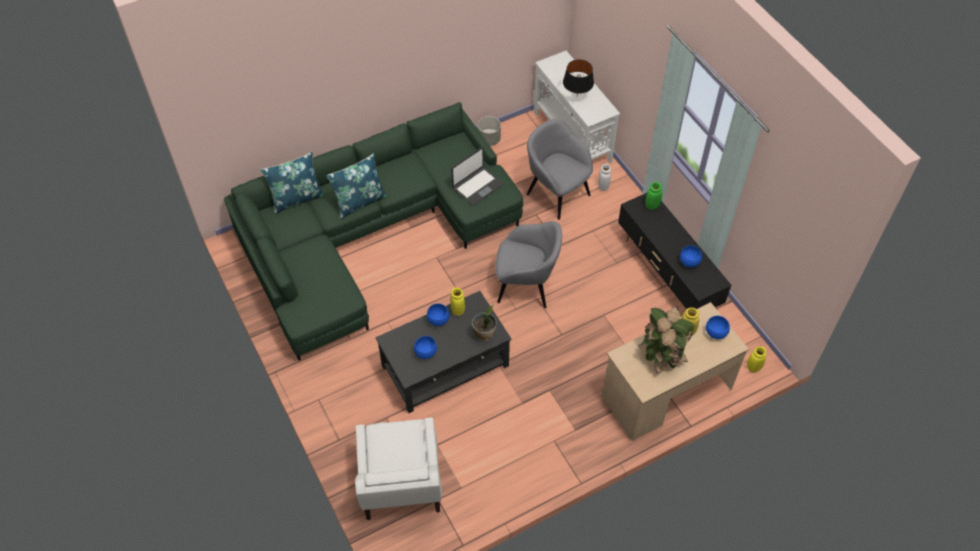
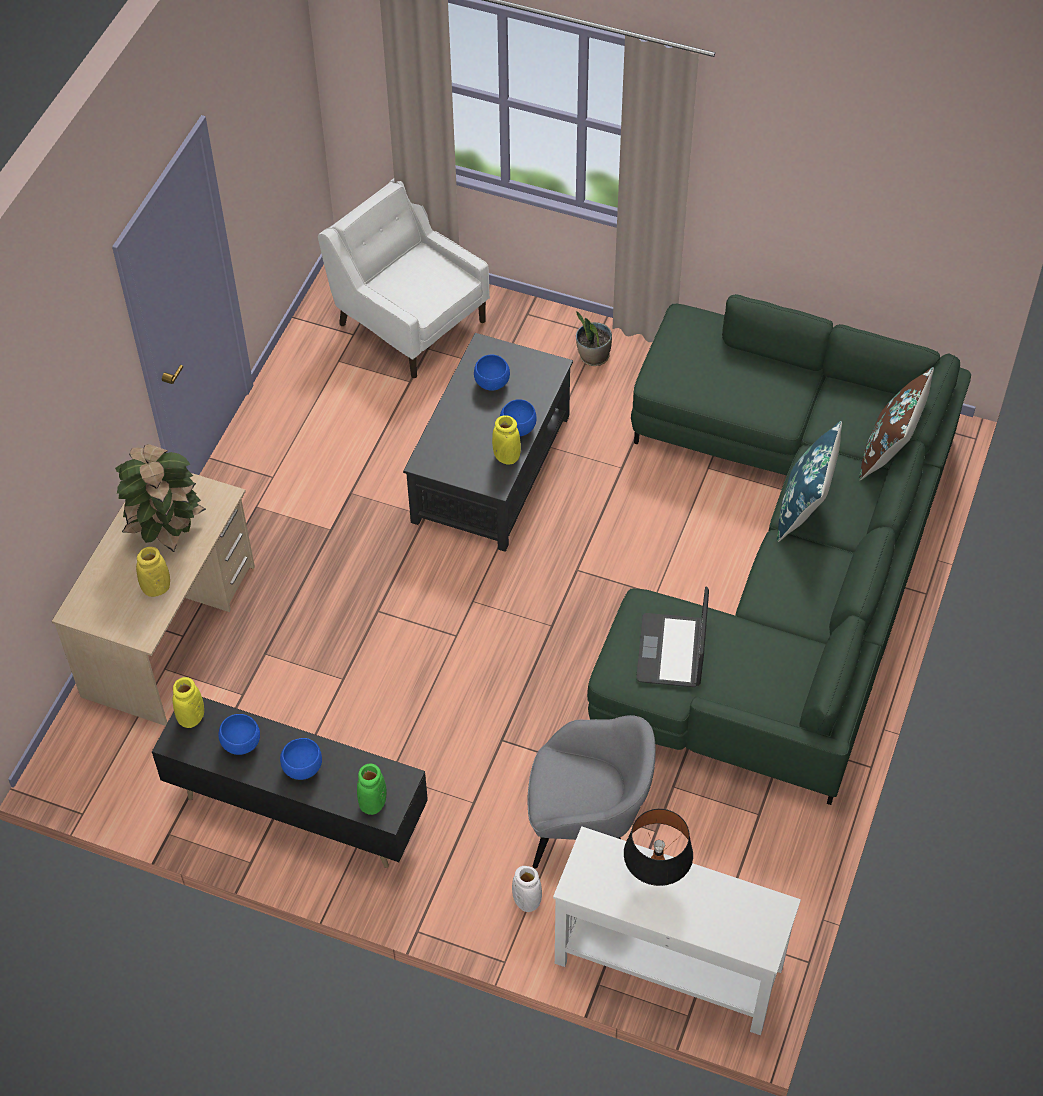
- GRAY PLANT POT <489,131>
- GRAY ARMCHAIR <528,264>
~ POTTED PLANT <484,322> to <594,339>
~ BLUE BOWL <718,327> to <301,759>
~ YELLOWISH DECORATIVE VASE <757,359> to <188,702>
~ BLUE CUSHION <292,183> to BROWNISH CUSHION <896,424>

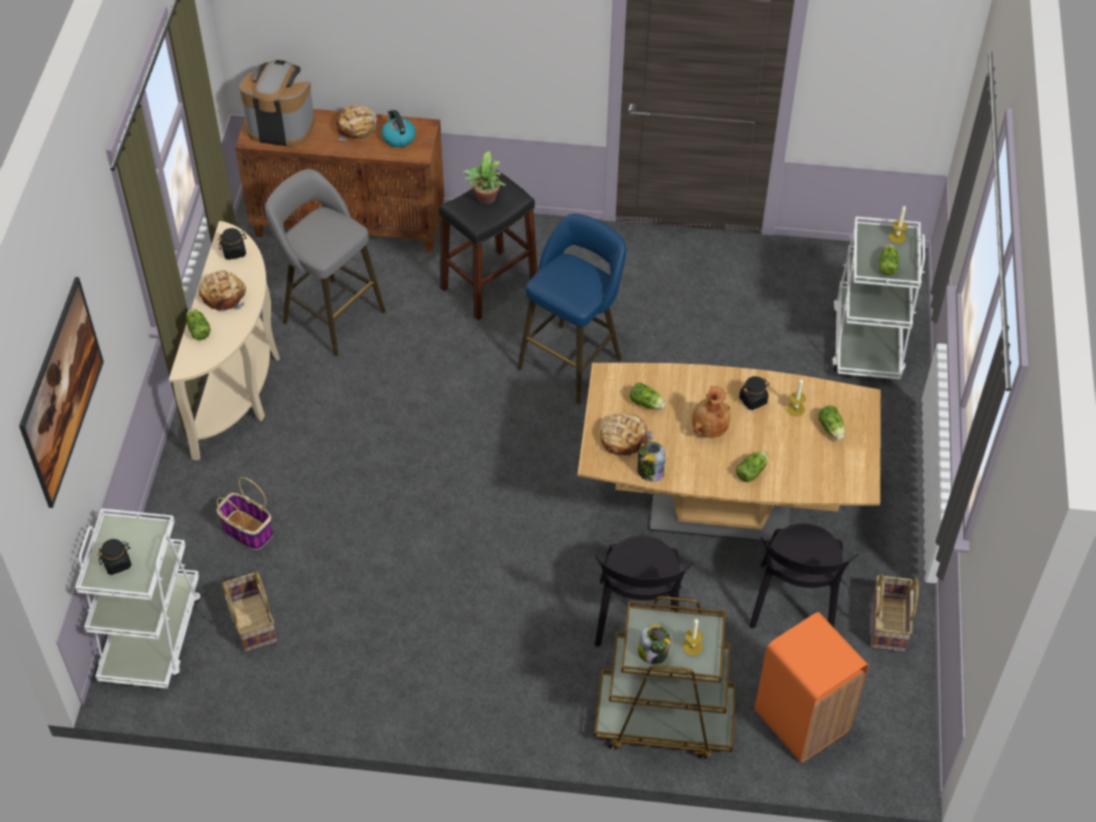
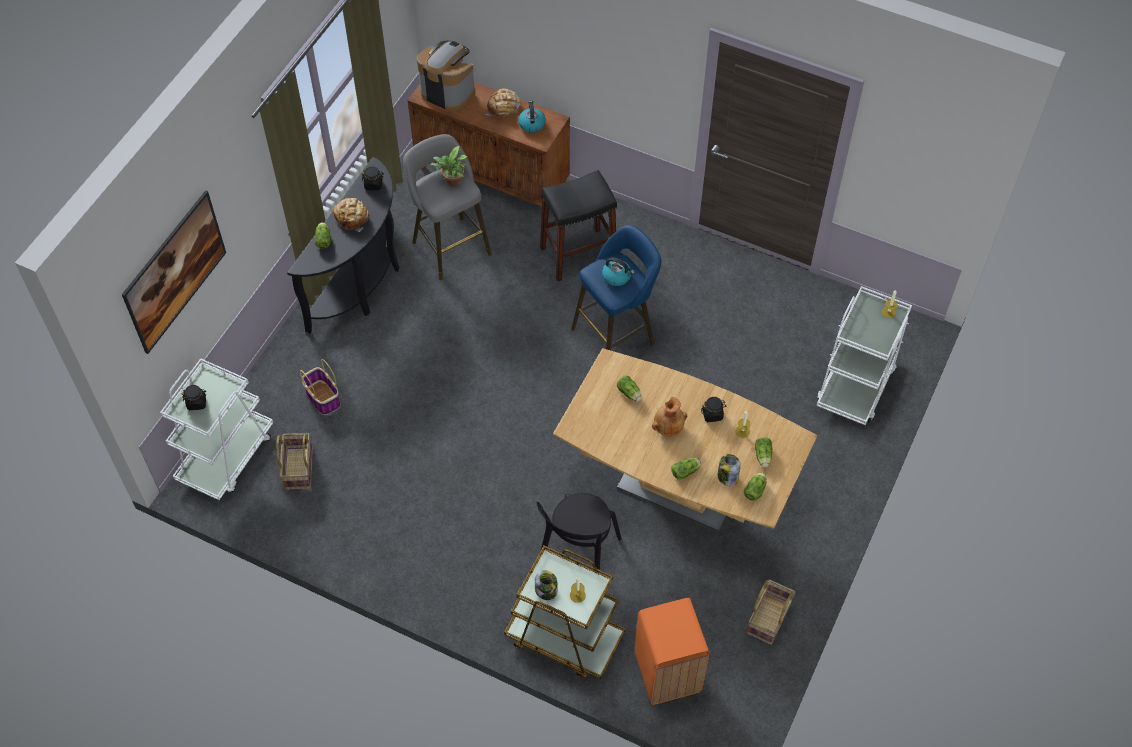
- BAKERY BREAD <627,434>
- BLACKISH PLAIN CHAIR <803,575>
+ KETTLE <618,271>
~ POTTED PLANT <484,178> to <448,166>
~ STORAGE JAR <651,462> to <729,470>
~ LETTUCE <889,260> to <755,486>
~ SAND-COLOURED NARROW TABLE <224,340> to BLACKISH NARROW TABLE <343,245>

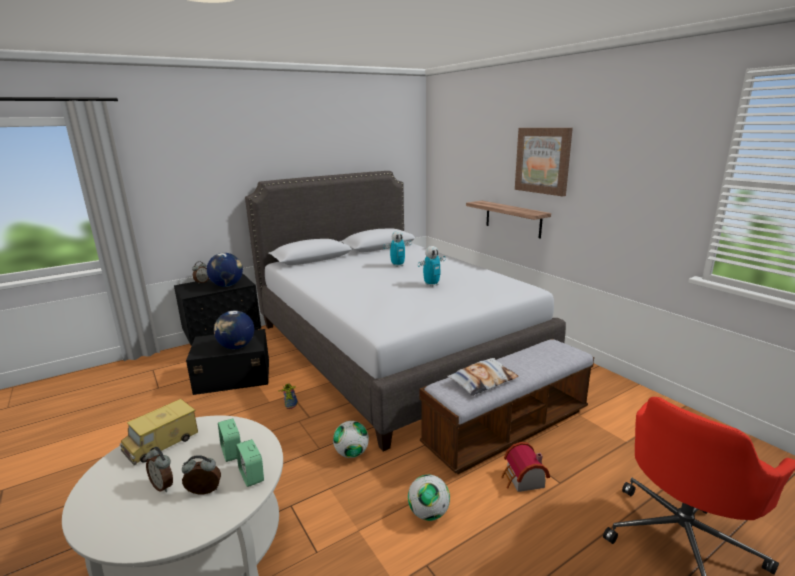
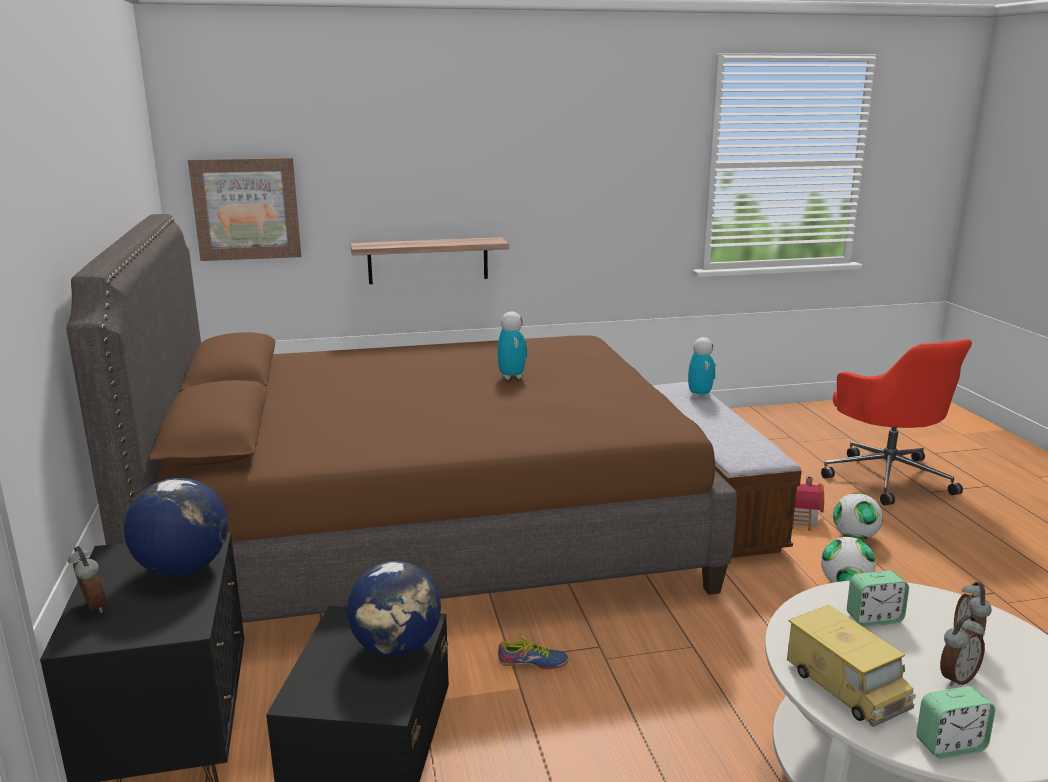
- CUSHION <482,377>
~ ALARM CLOCK <250,463> to <956,722>
~ FOOTBALL BALL <351,439> to <858,516>
~ ROBOT FIGURE <397,249> to <701,367>
~ WALL ART <544,162> to <244,209>
~ GRAY BED <405,311> to BROWNISH BED <401,418>

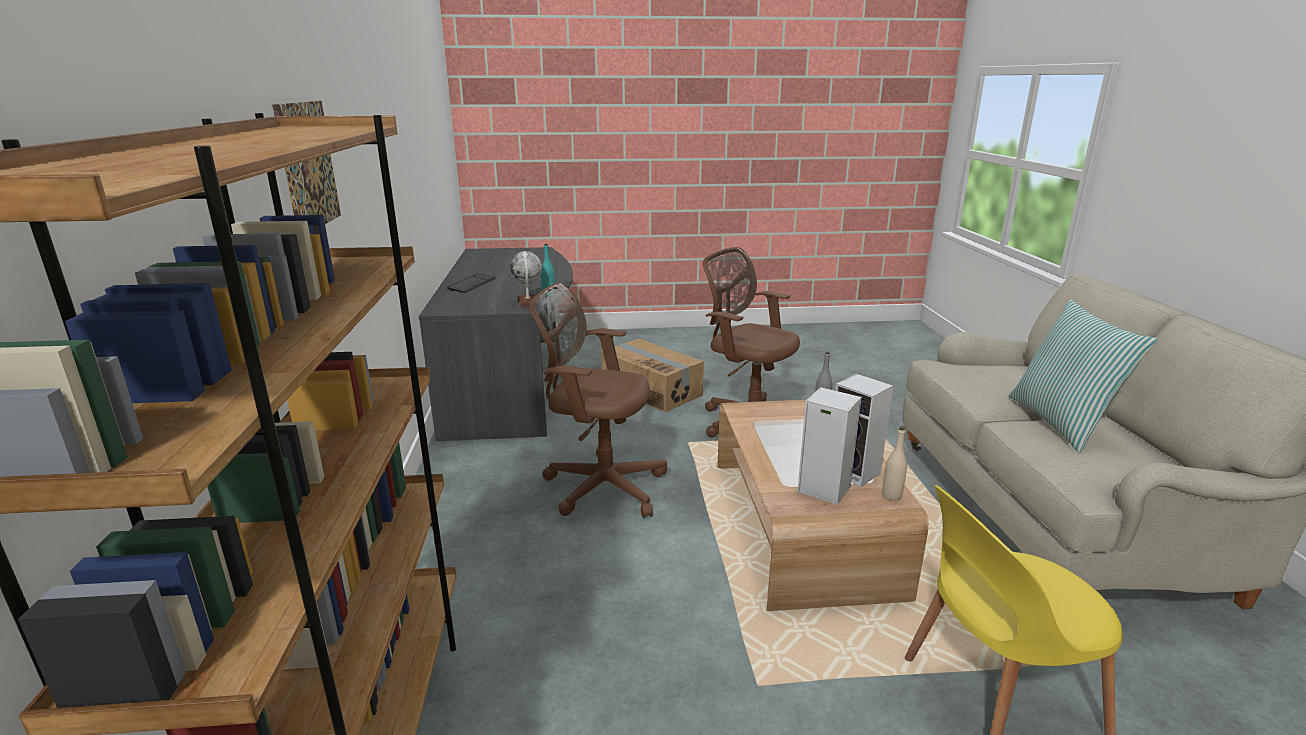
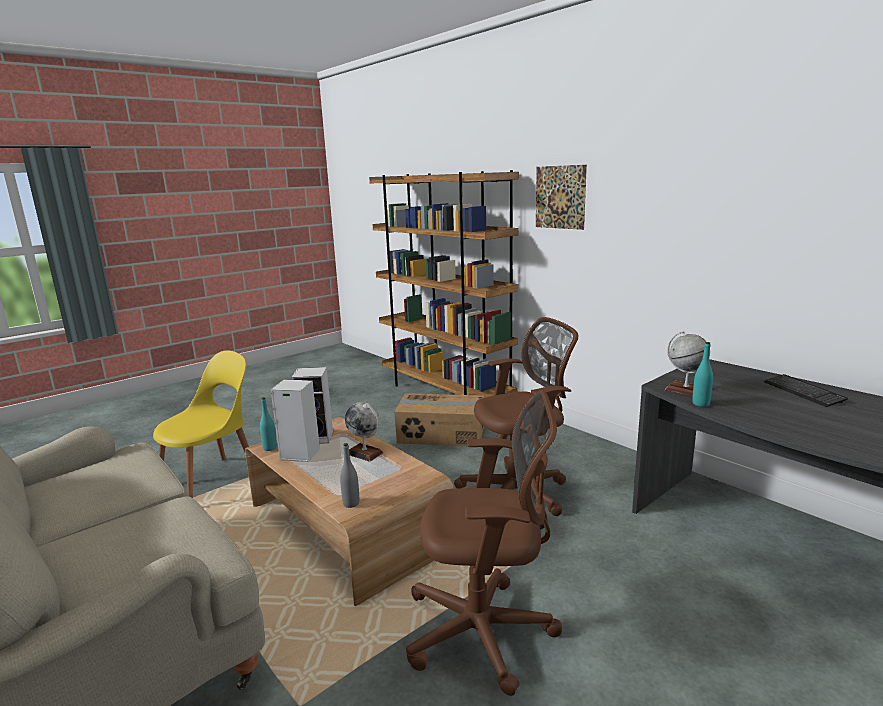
- CUSHION <1083,376>
+ WORLD GLOBE <364,432>
~ CARTON <652,375> to <439,419>
~ SAND-COLOURED BEVERAGE BOTTLE <894,464> to TURQUOISE-COLOURED BEVERAGE BOTTLE <268,424>

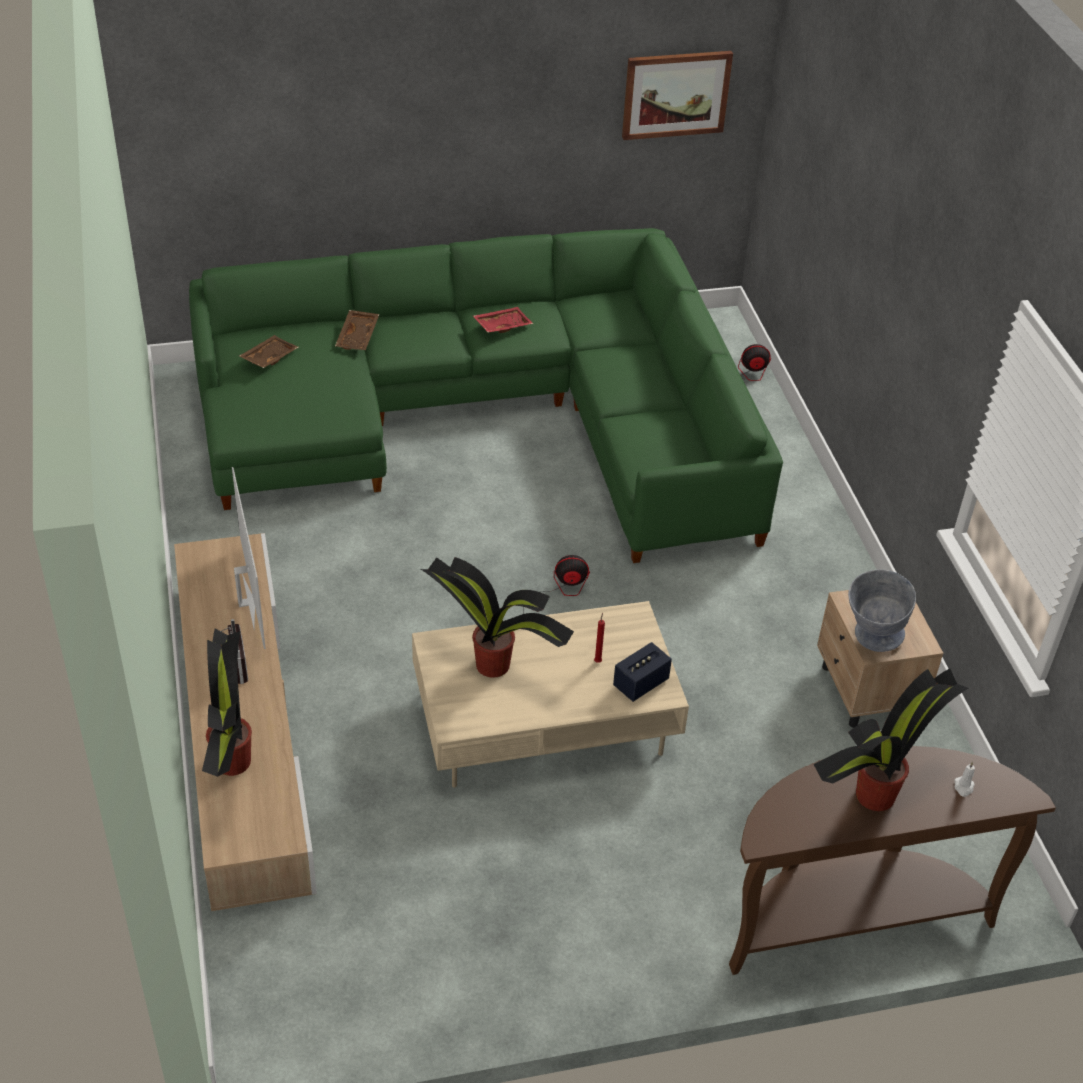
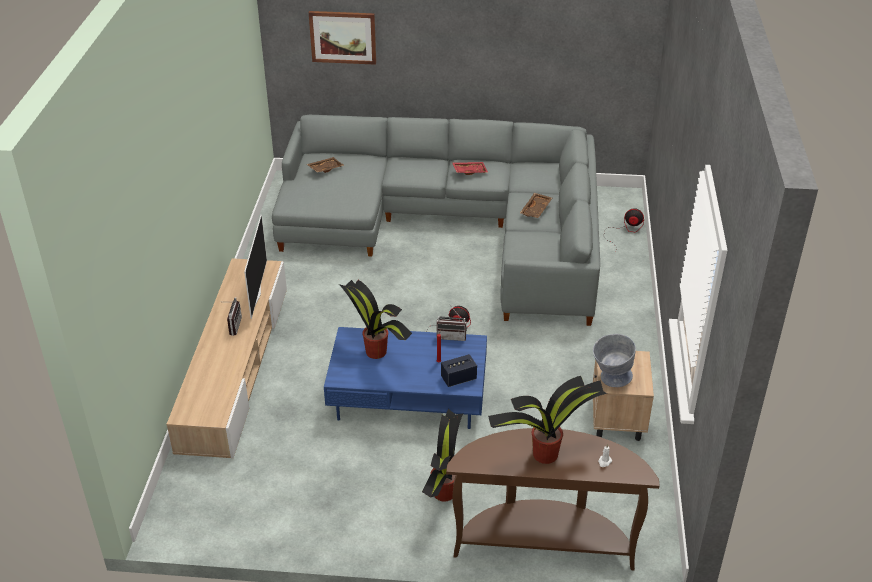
+ RADIO RECEIVER <452,323>
~ POTTED PLANT <227,703> to <442,455>
~ BROWNISH TRAY <357,330> to <536,205>
~ WALL ART <677,95> to <342,38>
~ GREEN SOFA <486,395> to GRAY SOFA <436,220>
~ SAND-COLOURED LOW TABLE <550,694> to BLUE LOW TABLE <405,378>

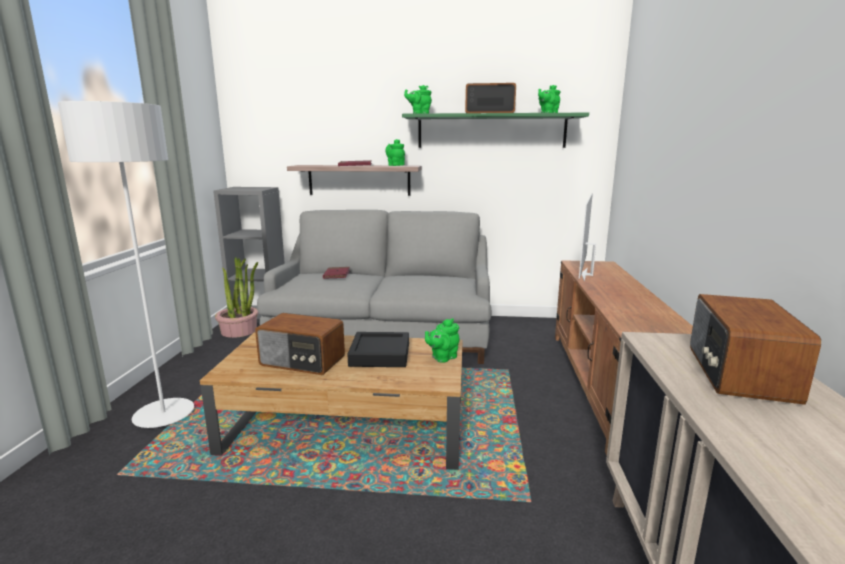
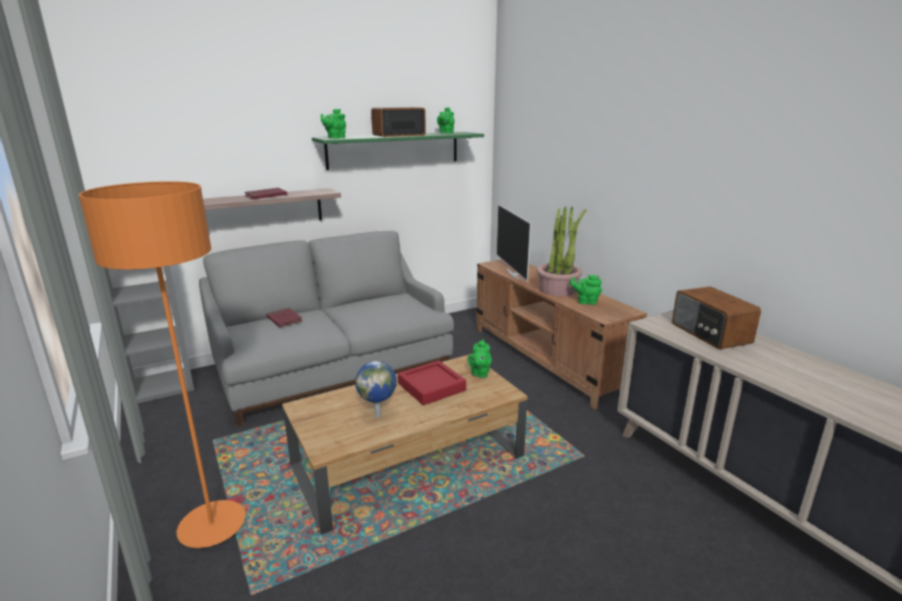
~ POTTED PLANT <236,297> to <561,251>
~ GREEN TEA POT <395,152> to <586,290>
~ RADIO RECEIVER <300,344> to WORLD GLOBE <376,389>
~ GRAY FLOOR LAMP <126,264> to ORANGEY FLOOR LAMP <162,364>
~ BLACKISH TRAY <378,349> to RED TRAY <432,383>

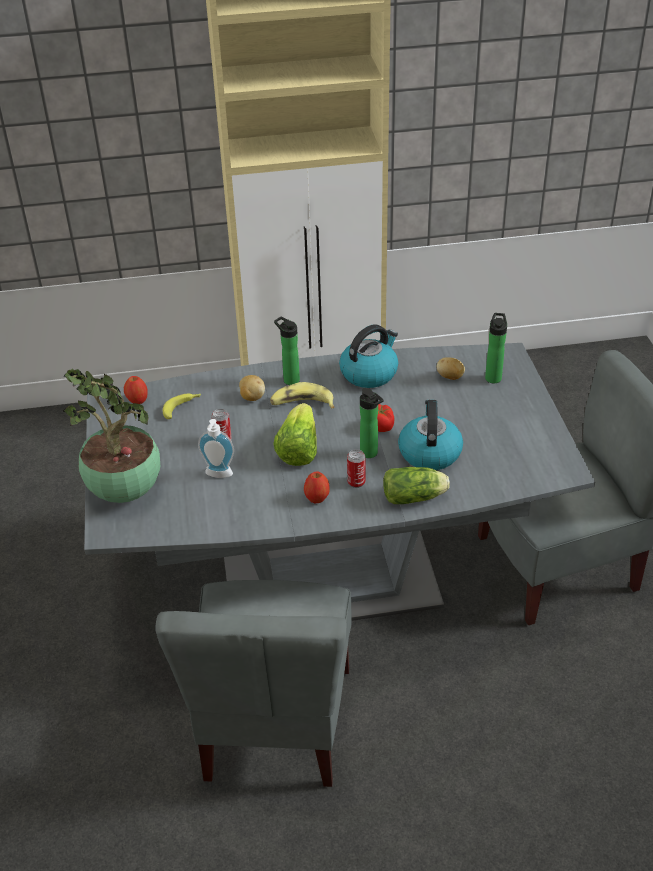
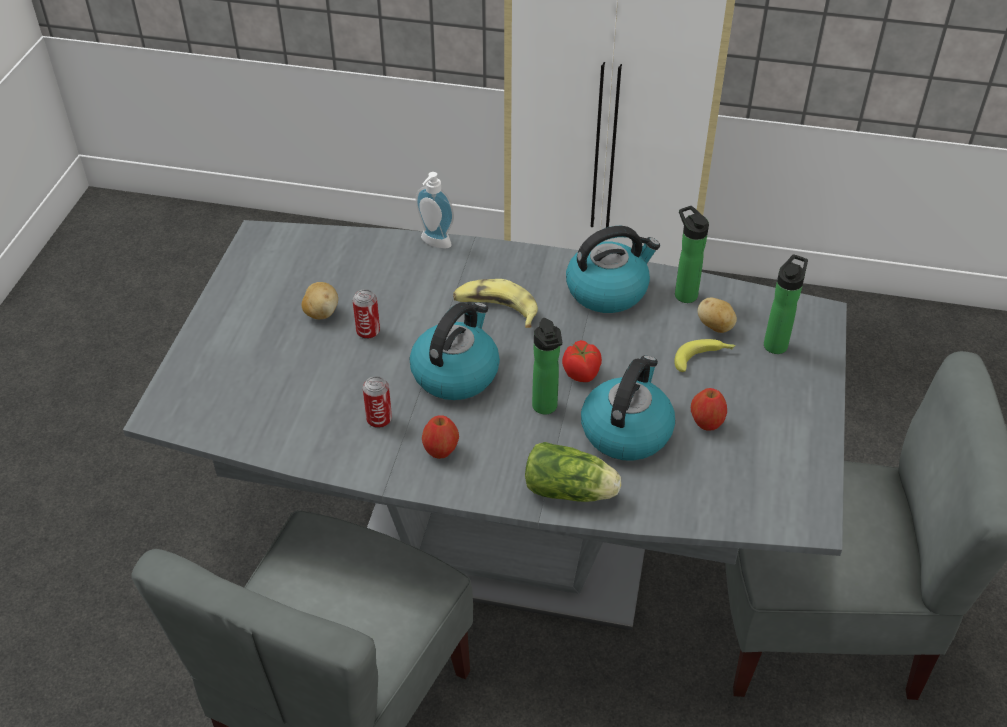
- POTTED PLANT <111,436>
~ WHOLE APPLE <136,390> to <709,409>
~ BANANA <182,406> to <705,355>
~ SOAP BOTTLE <216,448> to <435,210>
~ SPUD <252,388> to <320,300>
~ BEVERAGE BOTTLE <287,351> to <692,254>
~ CAN <356,468> to <377,402>
~ LETTUCE <295,434> to KETTLE <455,351>

